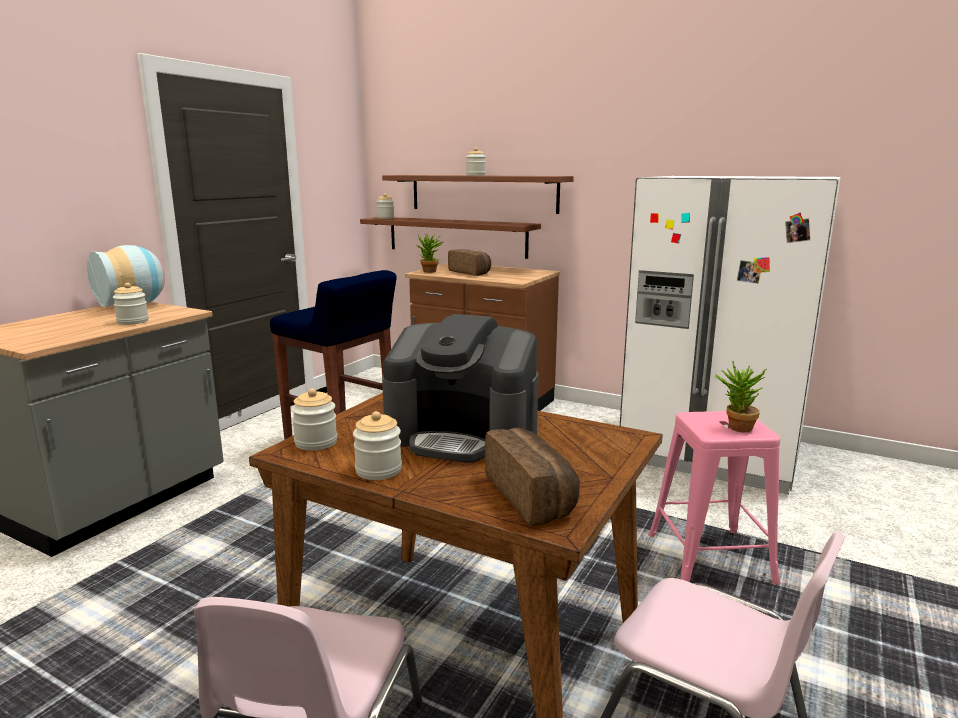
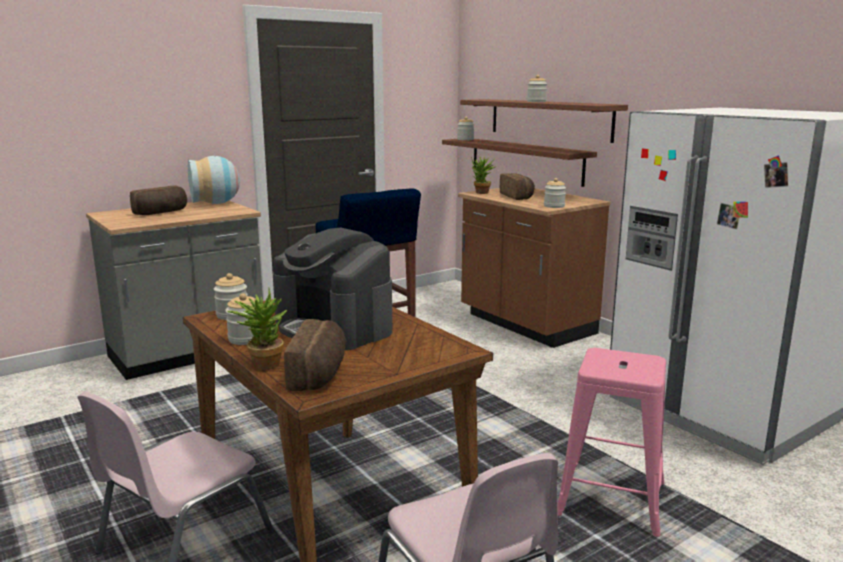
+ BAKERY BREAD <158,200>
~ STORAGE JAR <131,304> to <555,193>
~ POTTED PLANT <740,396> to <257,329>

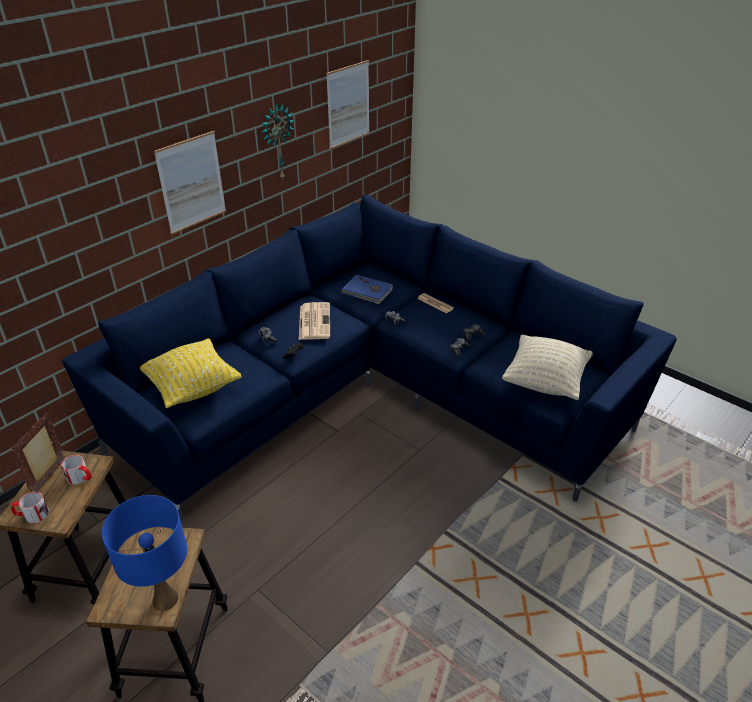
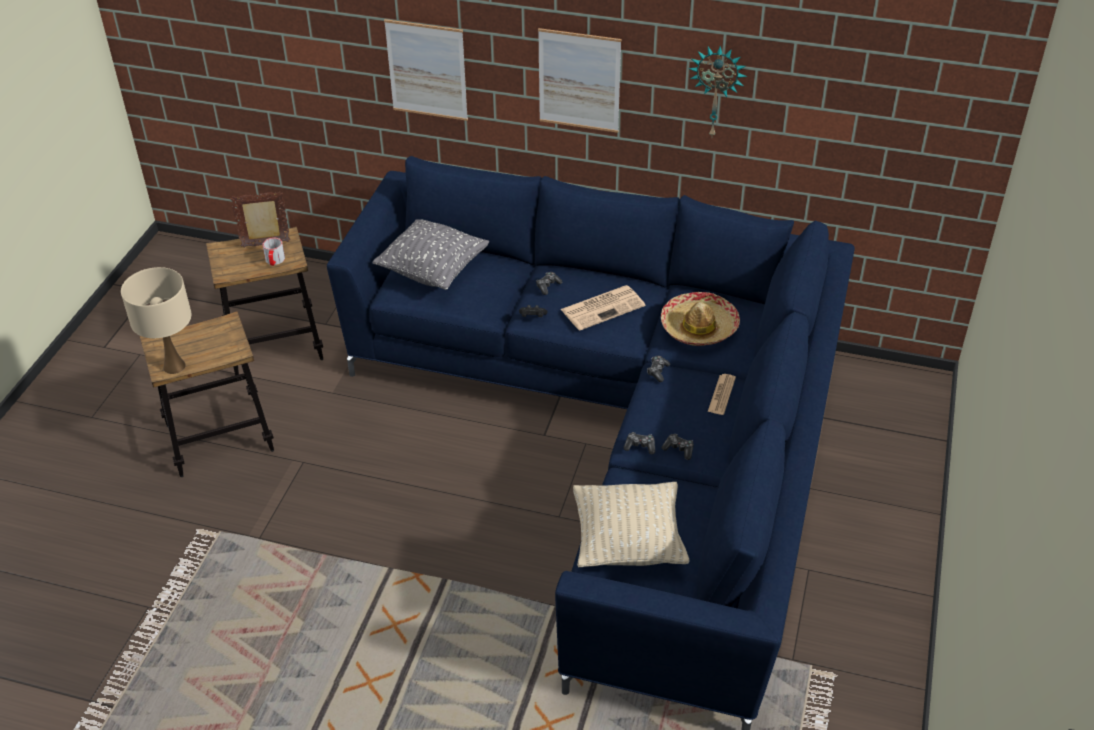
- MUG <30,507>
~ WALL ART <348,104> to <426,70>
~ BLUE BOOK <367,289> to HAT <700,319>
~ BLUE LAMP FOR A TABLE <144,553> to SAND-COLOURED LAMP FOR A TABLE <156,320>
~ YELLOWISH CUSHION <191,373> to GRAY CUSHION <431,254>

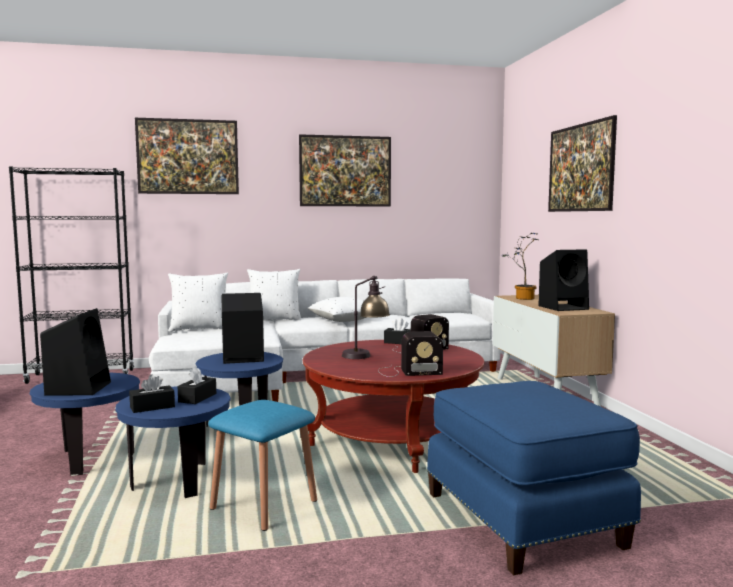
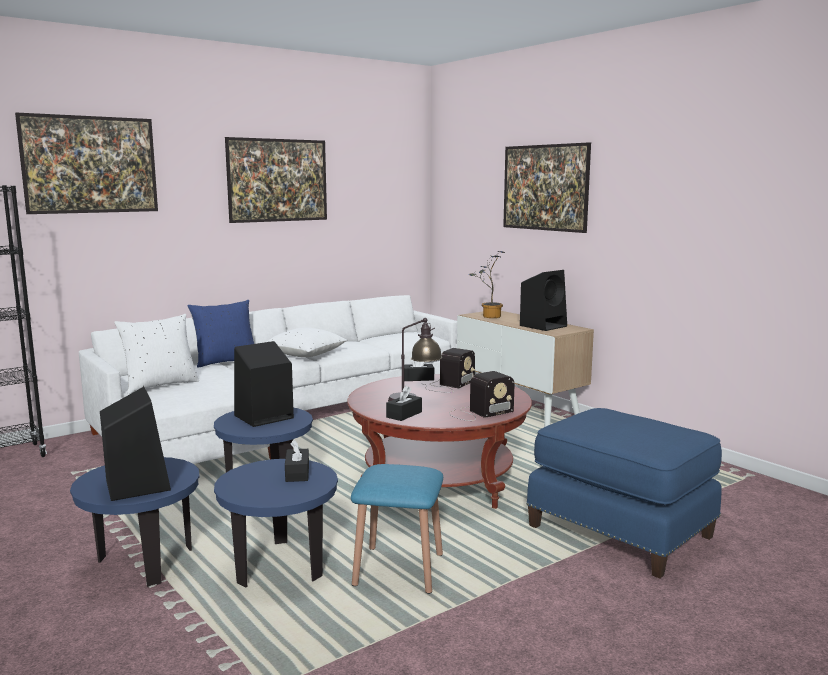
~ BLACKISH TISSUE HOLDER <152,393> to <404,403>
~ WHITE CUSHION <274,294> to BLUE CUSHION <220,333>

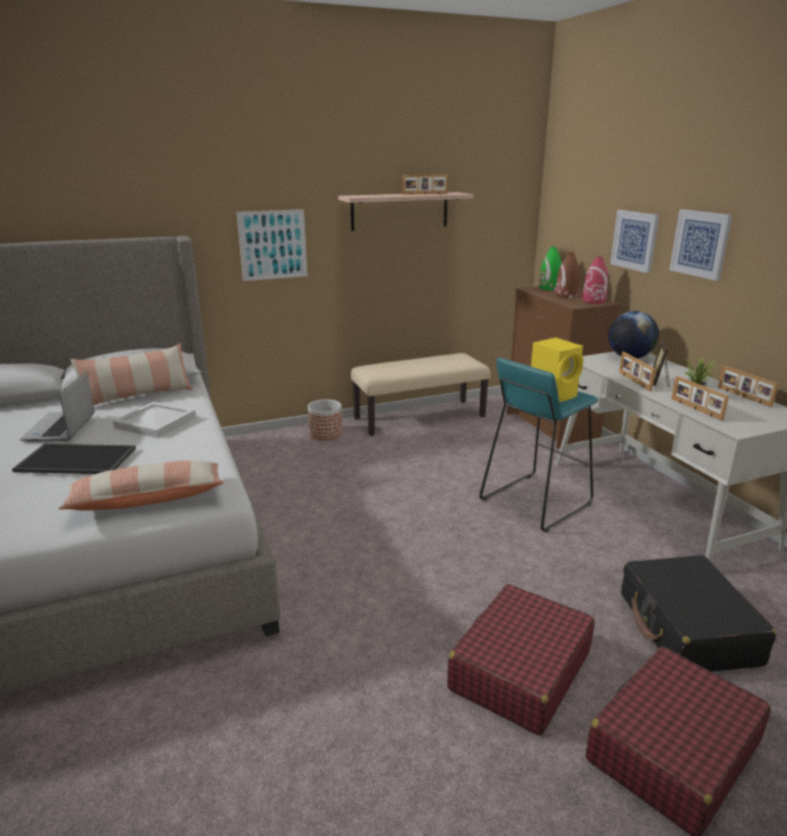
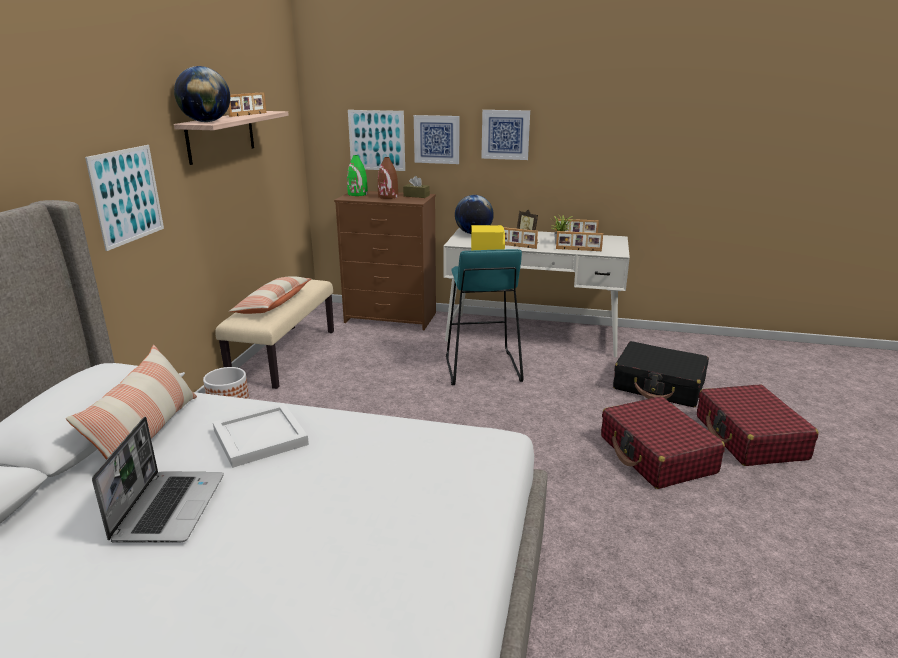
- TRAY <74,458>
+ WORLD GLOBE <202,94>
+ WALL ART <376,140>
~ CUSHION <141,485> to <270,295>
~ RED DECORATIVE VASE <595,280> to BROWNISH TISSUE HOLDER <416,187>
~ PORTABLE COMPUTER <57,407> = <158,480> 120 degrees counterclockwise

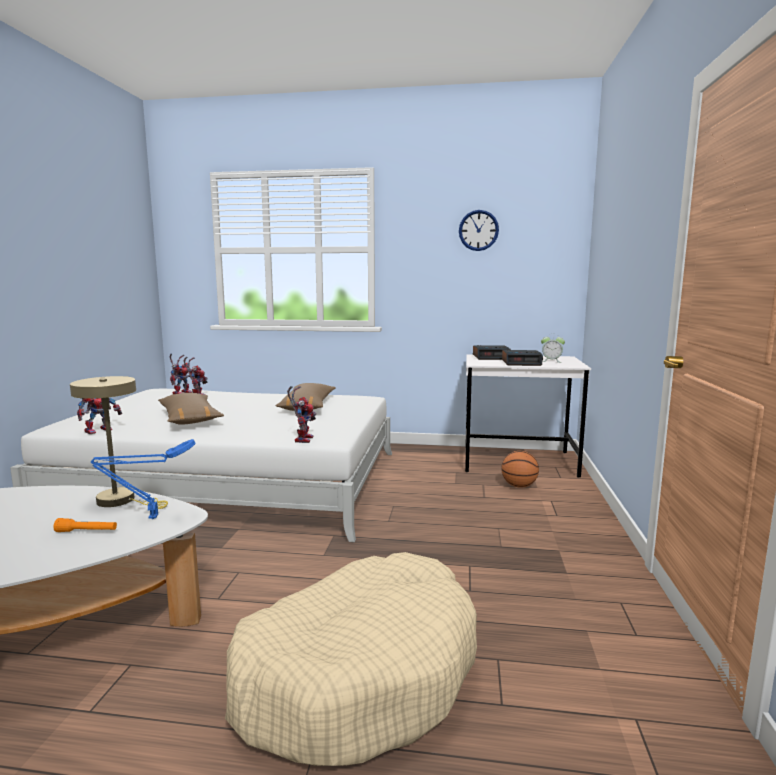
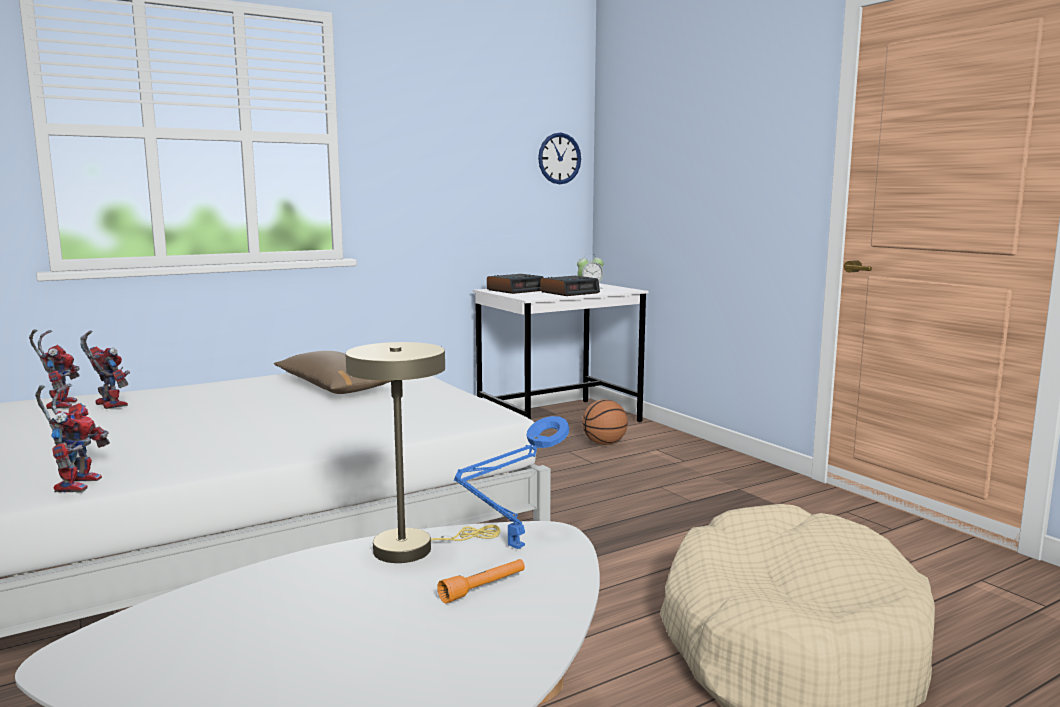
- BROWNISH CUSHION <191,409>
- ROBOT FIGURE <301,414>
~ WALL CLOCK <479,230> to <559,158>

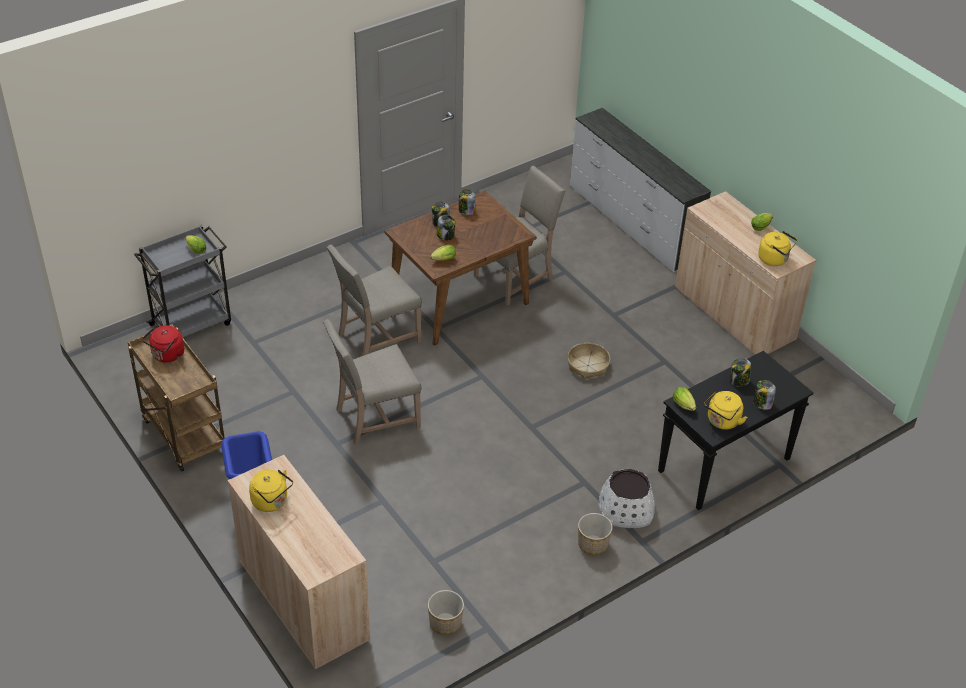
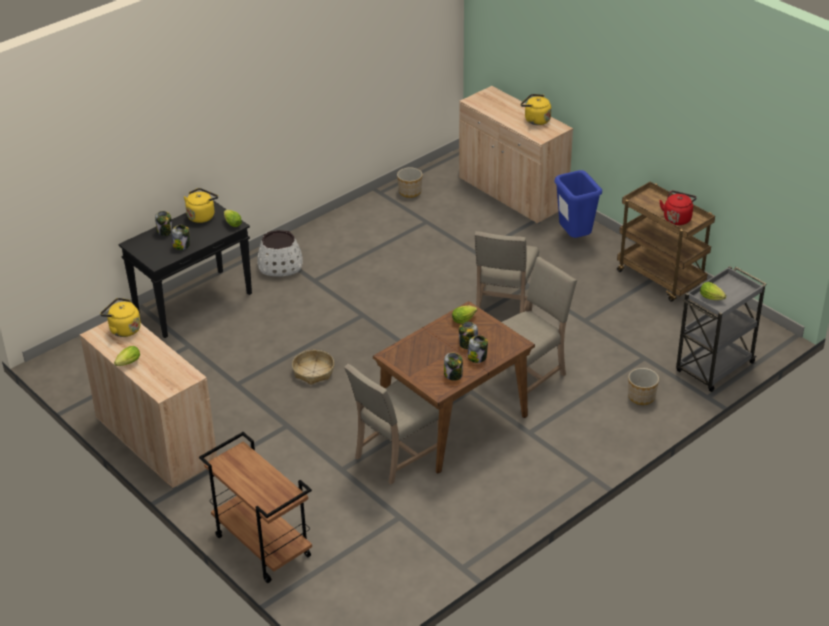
~ PLANT POT <595,534> to <643,386>
~ WHITE DRAWER CHEST <640,190> to BROWNISH TROLLEY <255,507>
~ SAND-COLOURED PLAIN CHAIR <372,381> = <507,272> 135 degrees clockwise

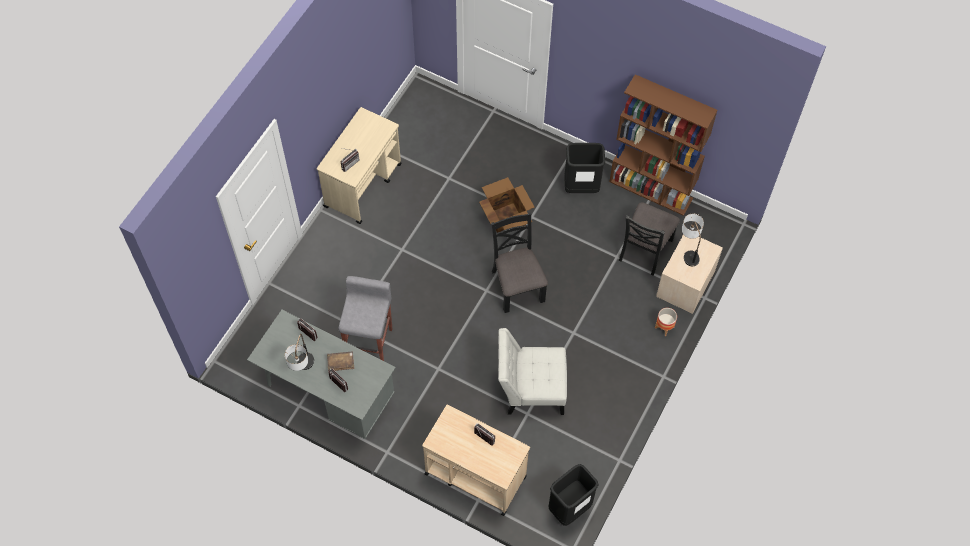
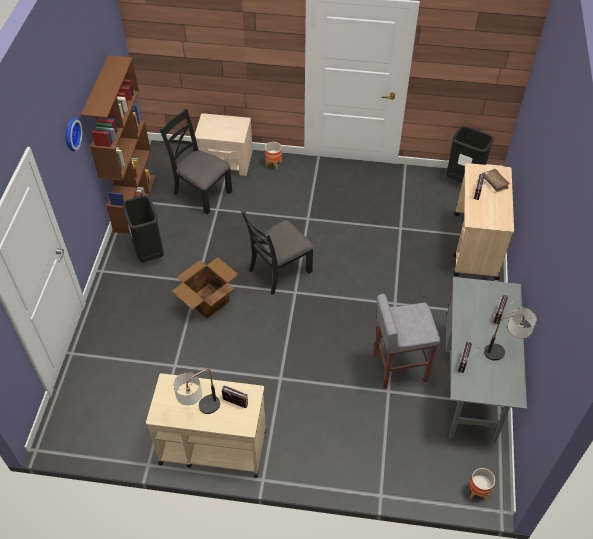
- WHITE PLAIN CHAIR <532,371>
+ WALL CLOCK <74,135>
+ PLANT POT <482,484>
~ BROWNISH BOOK <340,361> to <496,180>
~ LAMP FOR A TABLE <693,239> to <197,391>
~ BLACKISH PLAIN CHAIR <649,239> = <196,162> 150 degrees counterclockwise

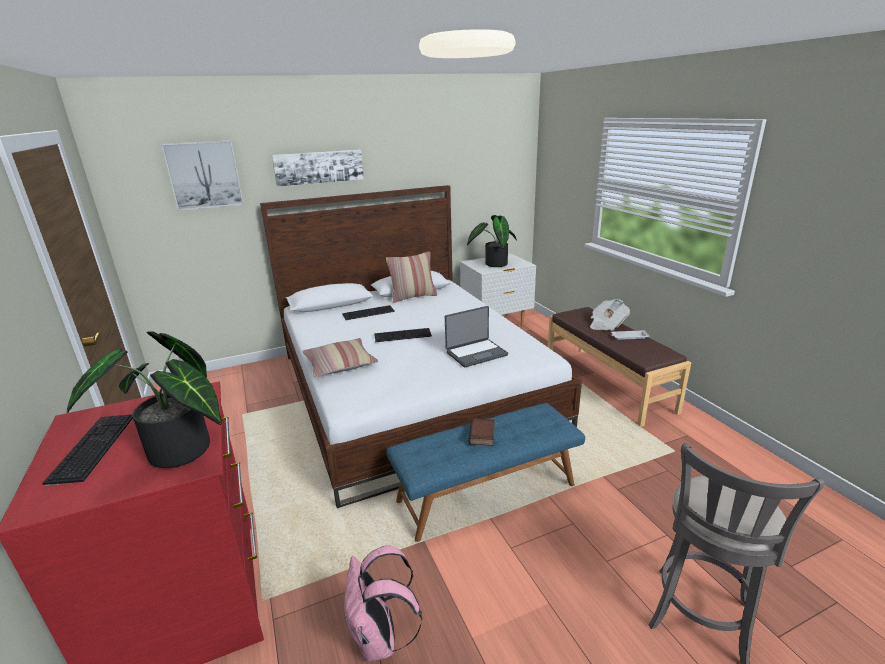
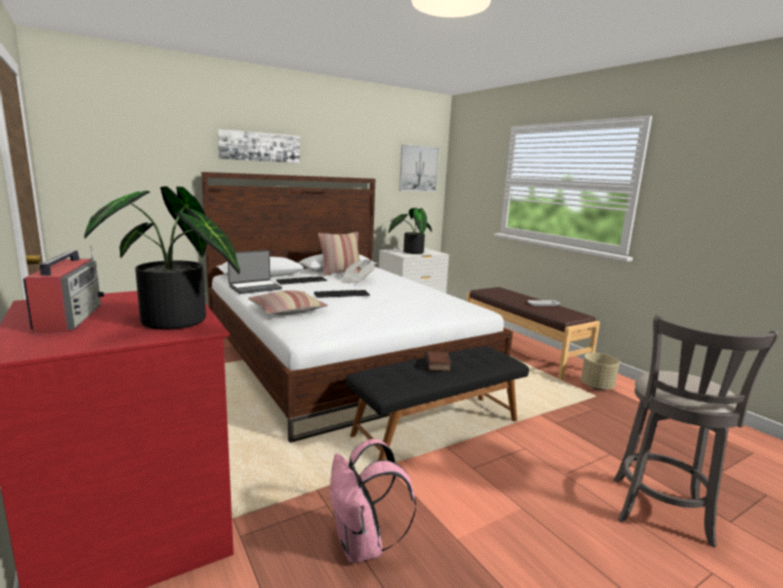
+ SAND-COLOURED PLANT POT <600,371>
~ WALL ART <202,175> to <419,168>
~ PORTABLE COMPUTER <476,337> to <255,272>
~ NEWSPAPER <610,315> to <357,271>
~ KEYBOARD <87,450> to RADIO RECEIVER <63,290>
~ BLUE LONG SEAT <485,472> to BLACKISH LONG SEAT <437,403>

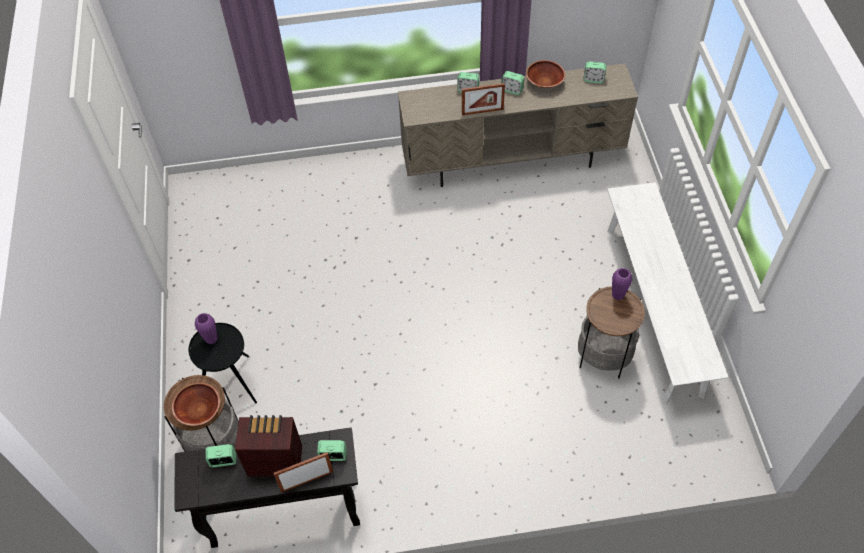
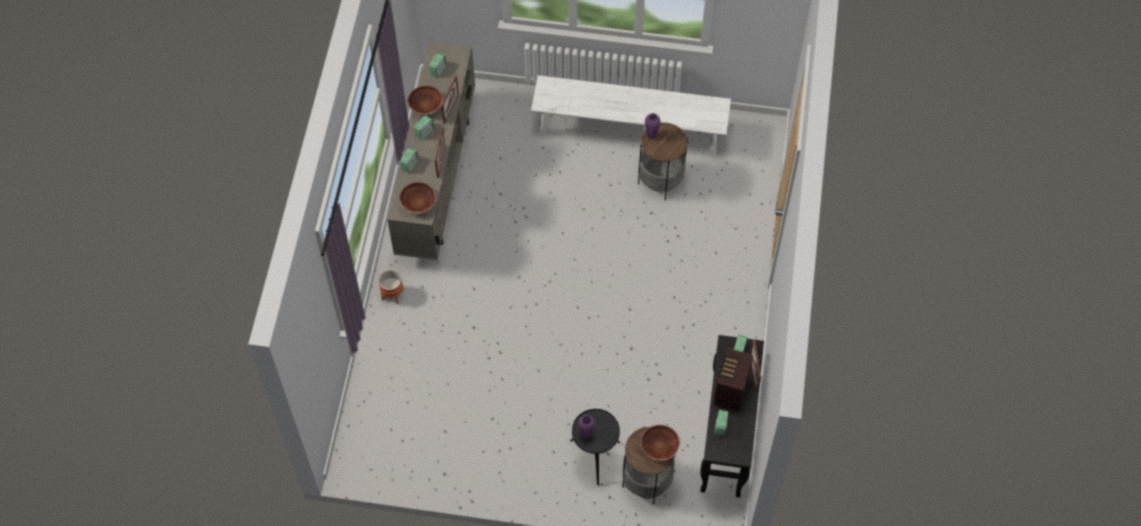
+ PLANT POT <391,287>
+ BROWNISH BOWL <417,197>
+ PICTURE FRAME <450,99>

